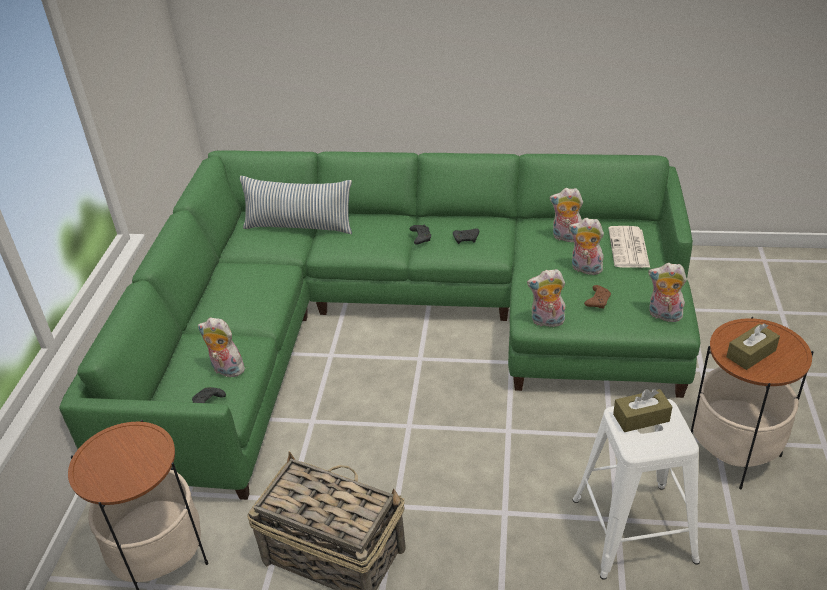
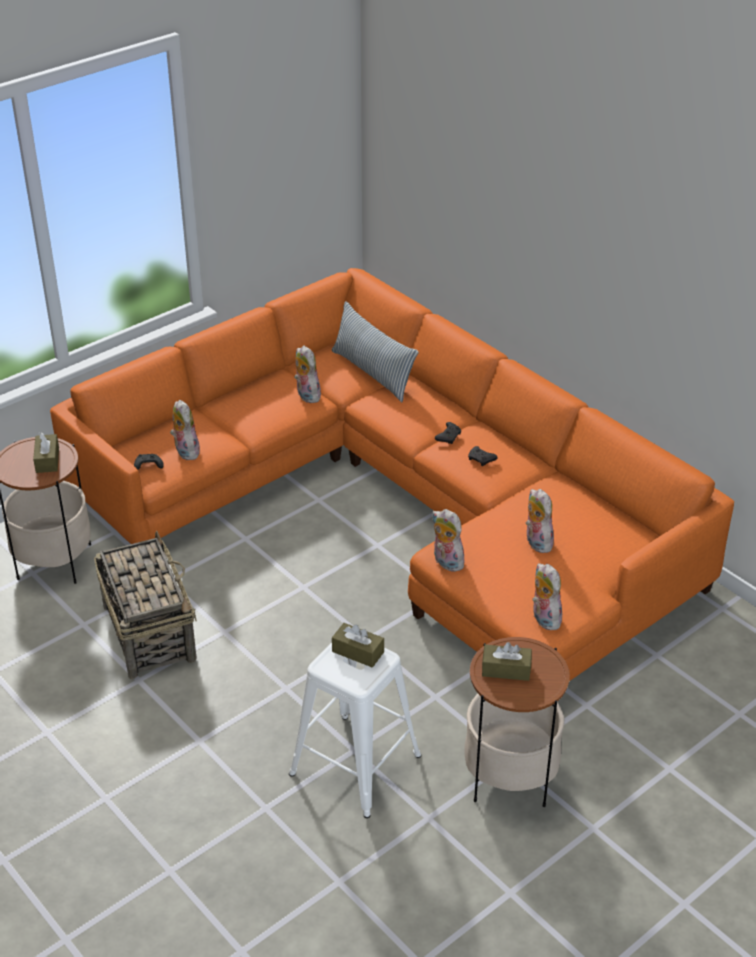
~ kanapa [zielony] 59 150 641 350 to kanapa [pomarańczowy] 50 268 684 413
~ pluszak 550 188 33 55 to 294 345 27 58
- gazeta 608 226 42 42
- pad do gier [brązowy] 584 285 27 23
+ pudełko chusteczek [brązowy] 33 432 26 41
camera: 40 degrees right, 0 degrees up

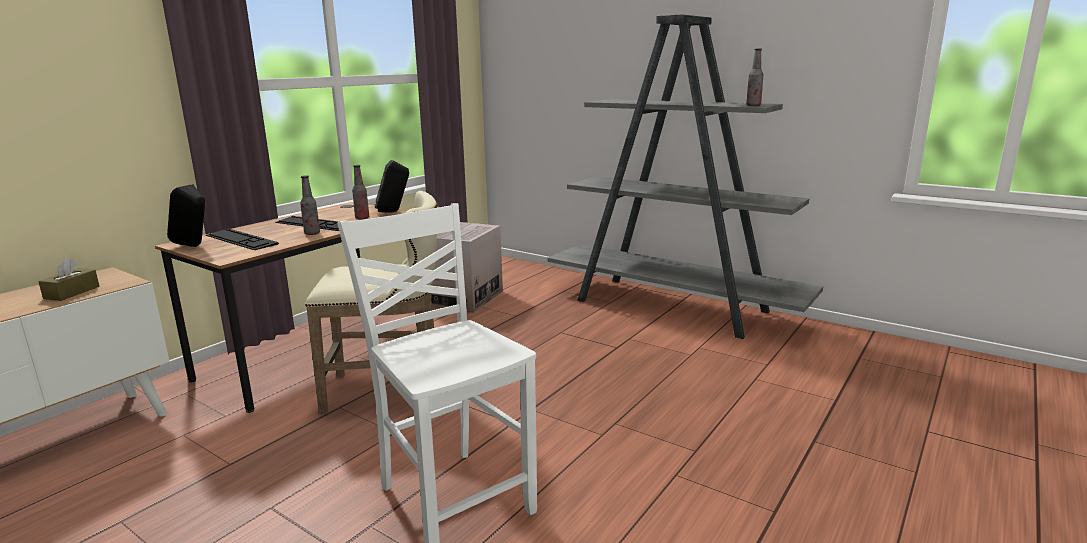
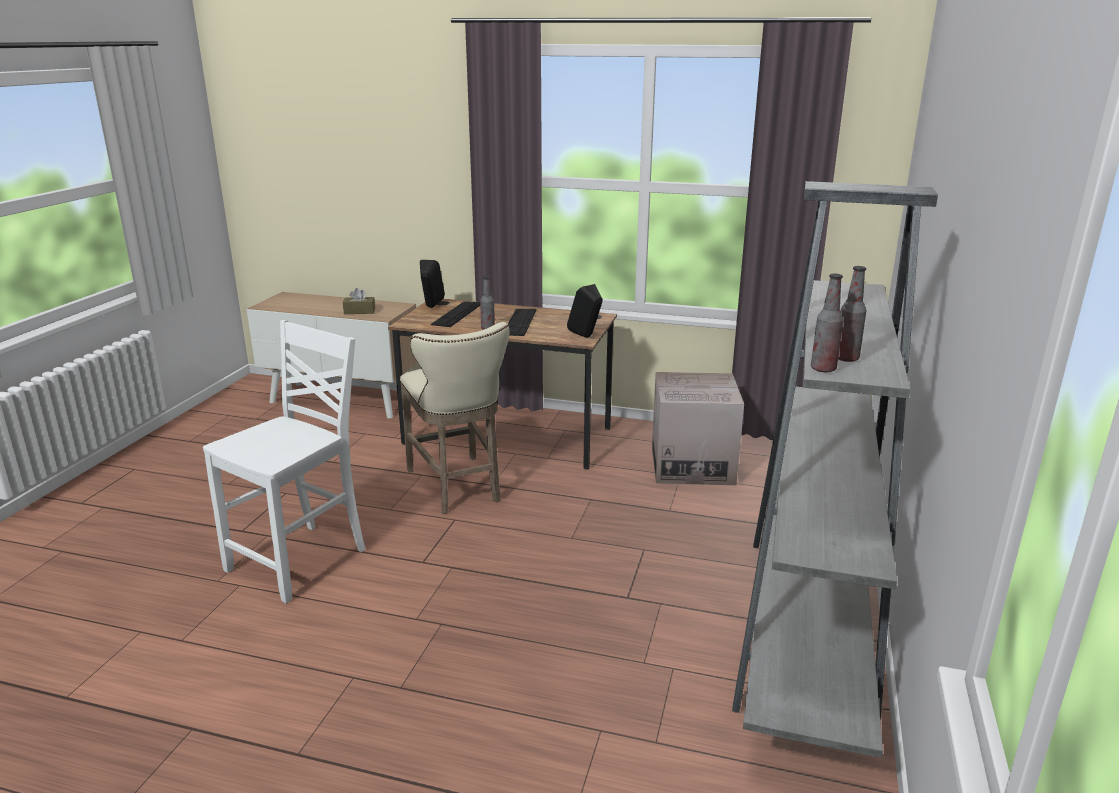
~ butelka 352 165 17 55 to 838 266 29 96
camera: 70 degrees right, 5 degrees up

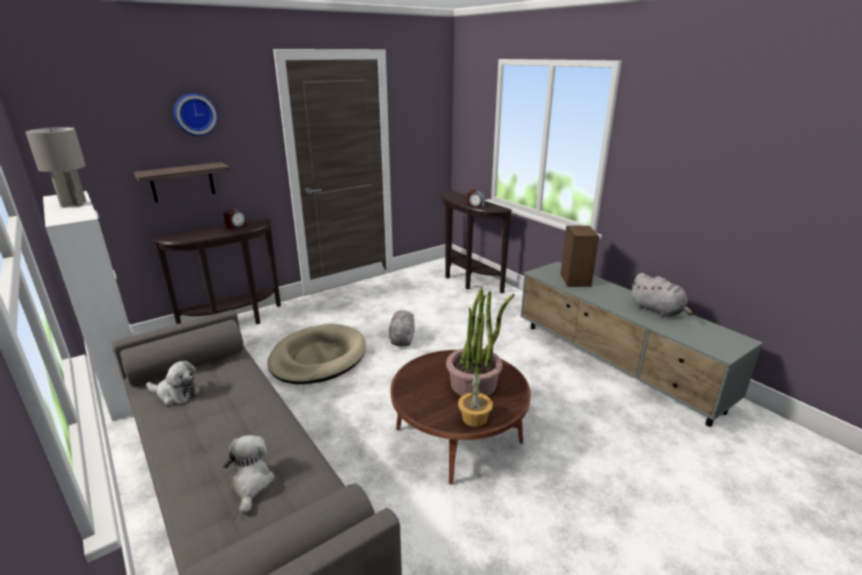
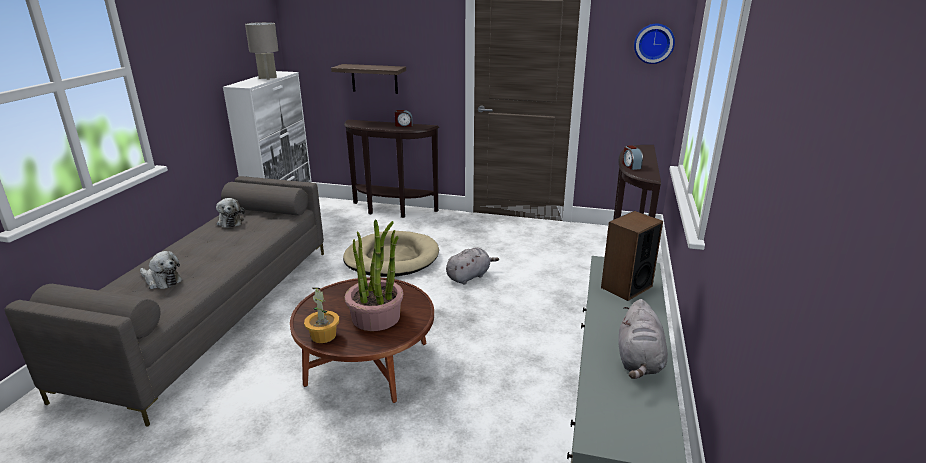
~ zegar ścienny 174 93 44 43 to 634 24 41 40
~ pluszak 223 435 52 79 = 140 251 42 38 75 degrees clockwise
camera: 50 degrees right, 0 degrees up

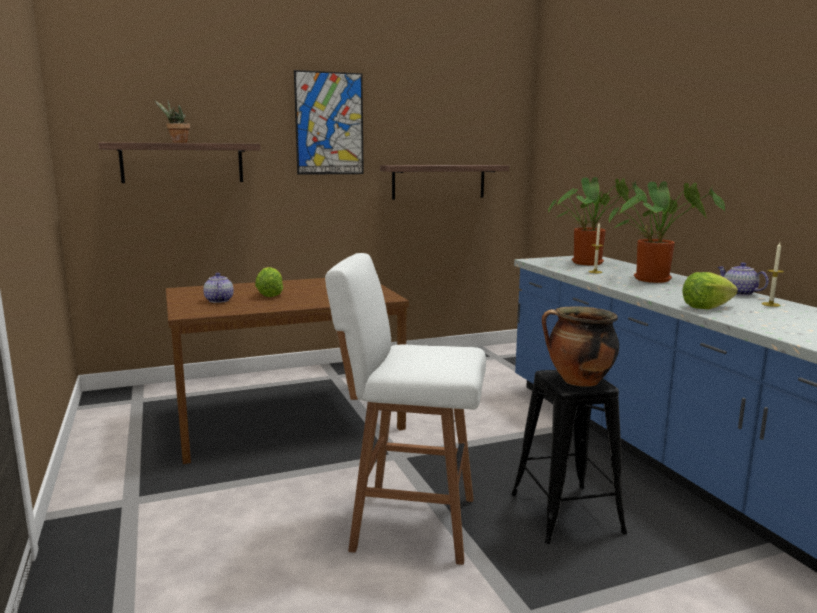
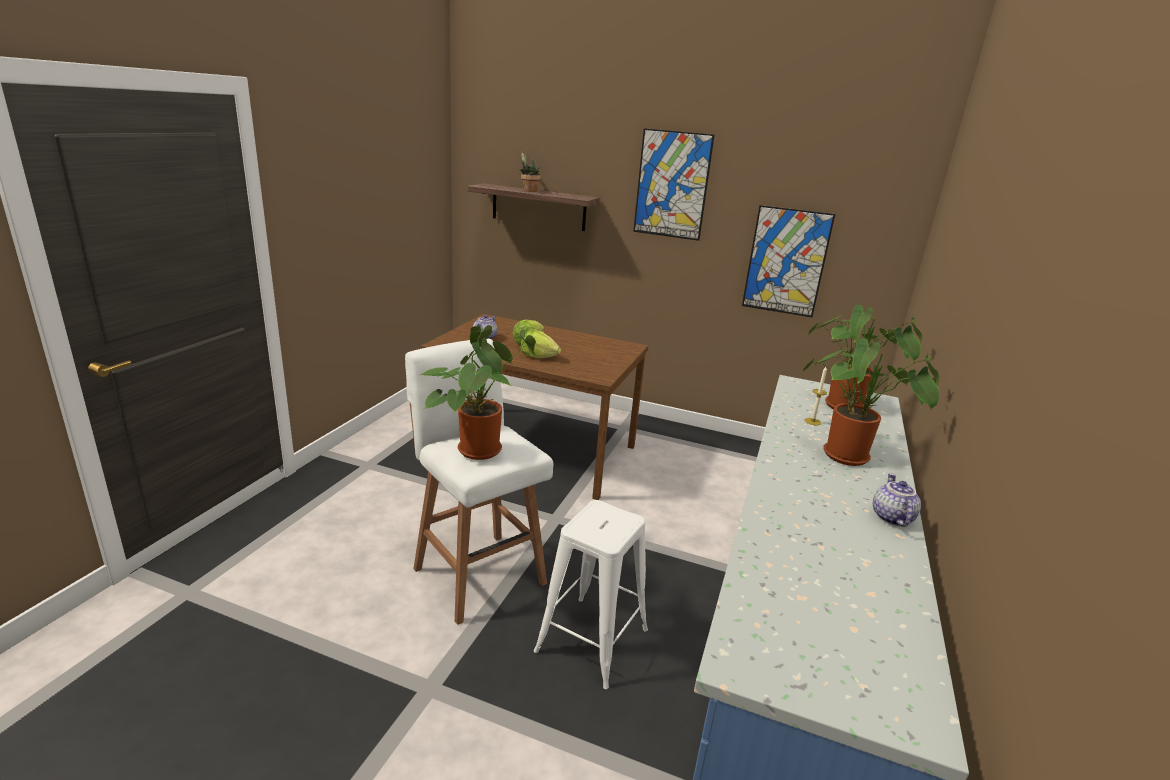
~ półka 380 165 129 35 to obraz 742 205 93 112
- świeca 761 243 23 64
~ sałata 682 272 56 37 to 521 330 40 28
- garnek 542 306 77 81
~ stołek [czarny] 511 370 116 174 to stołek [biały] 534 500 114 189
+ roślina doniczkowa 420 325 116 135
camera: 40 degrees right, 10 degrees up

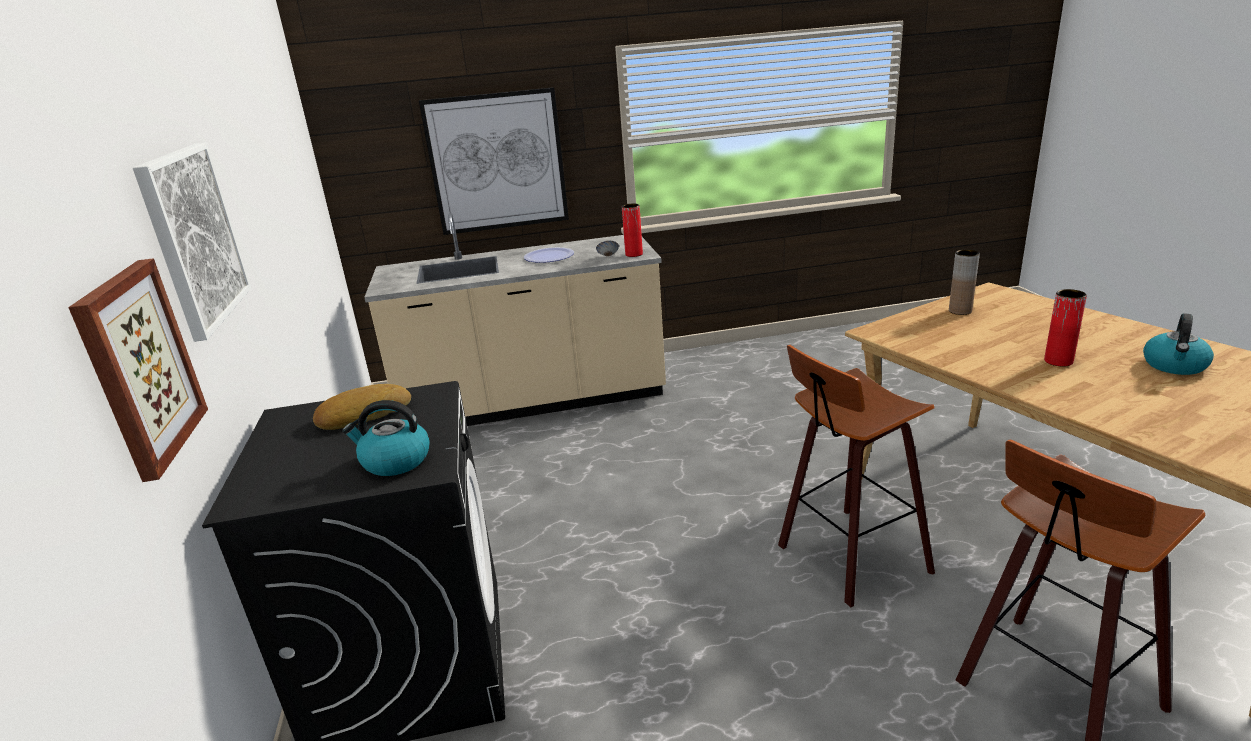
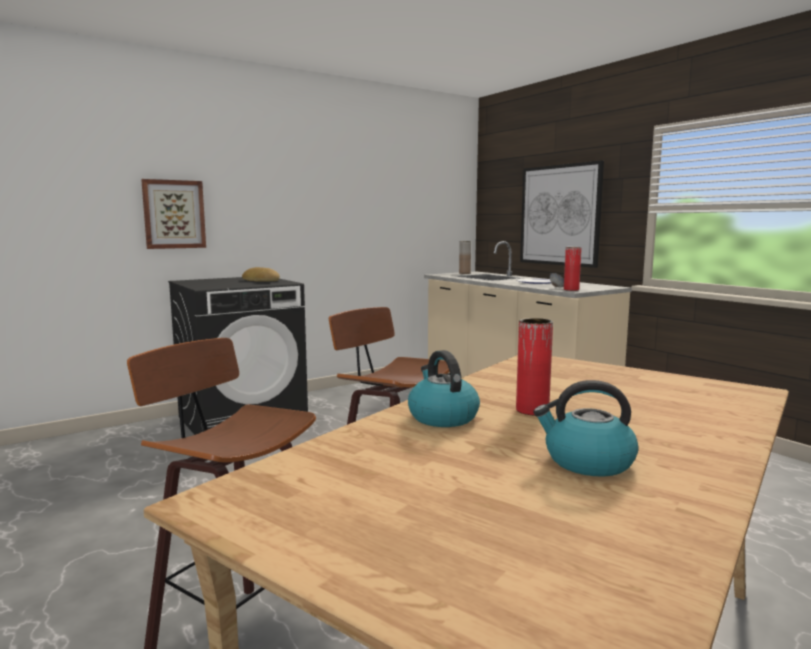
- obraz 133 143 118 199
~ wazon [brązowy] 949 250 31 65 to 459 241 12 33
~ czajnik 342 400 88 76 to 408 350 72 77
camera: 65 degrees right, 15 degrees down

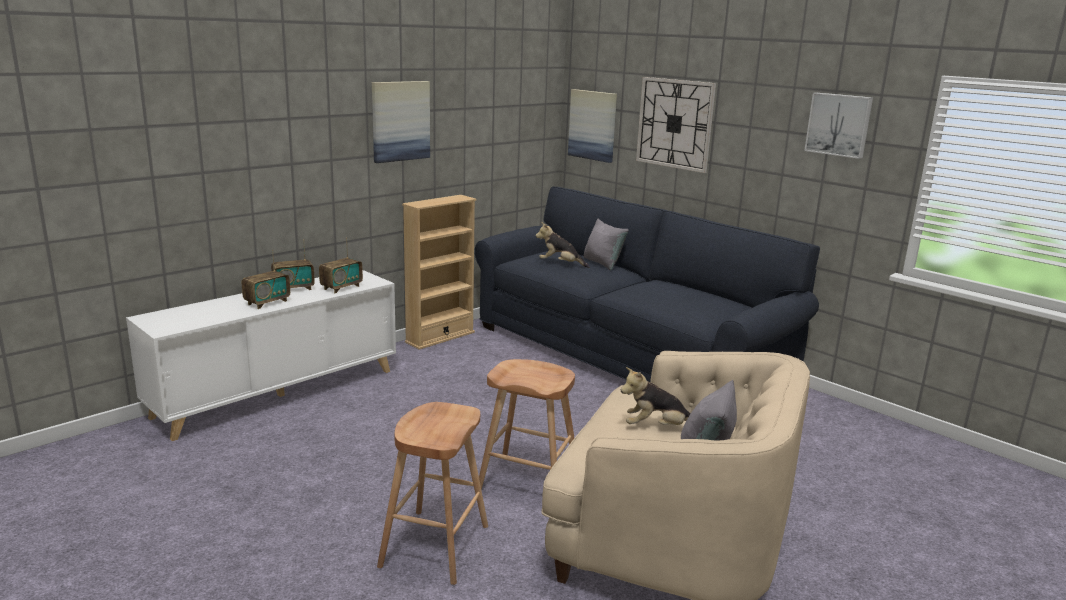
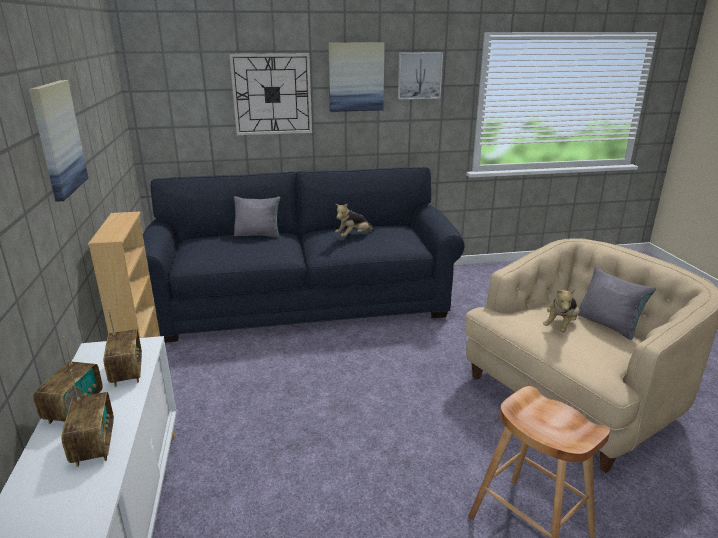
~ obraz 568 89 49 74 to 328 42 57 70
~ pluszak 536 222 53 46 to 335 204 39 33
- stołek [brązowy] 479 359 96 131
camera: 55 degrees left, 5 degrees up

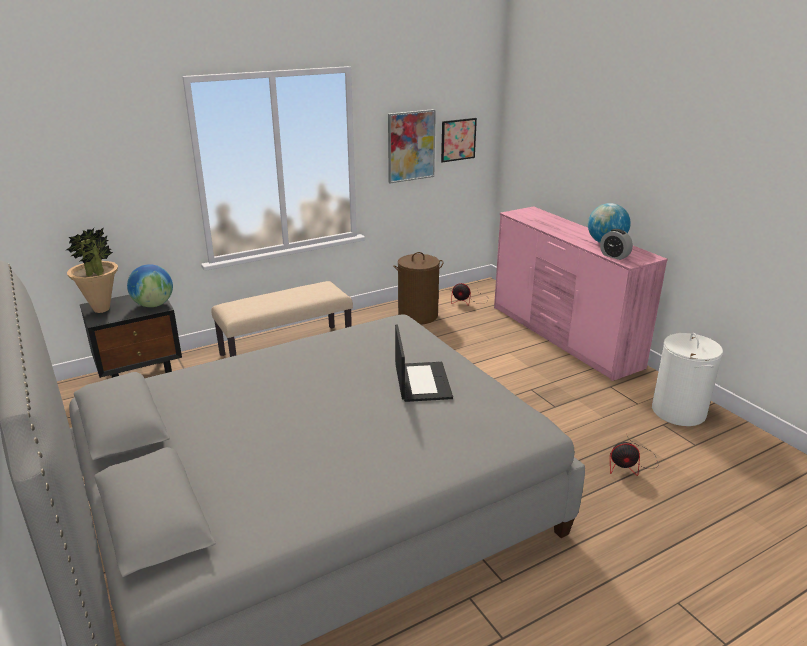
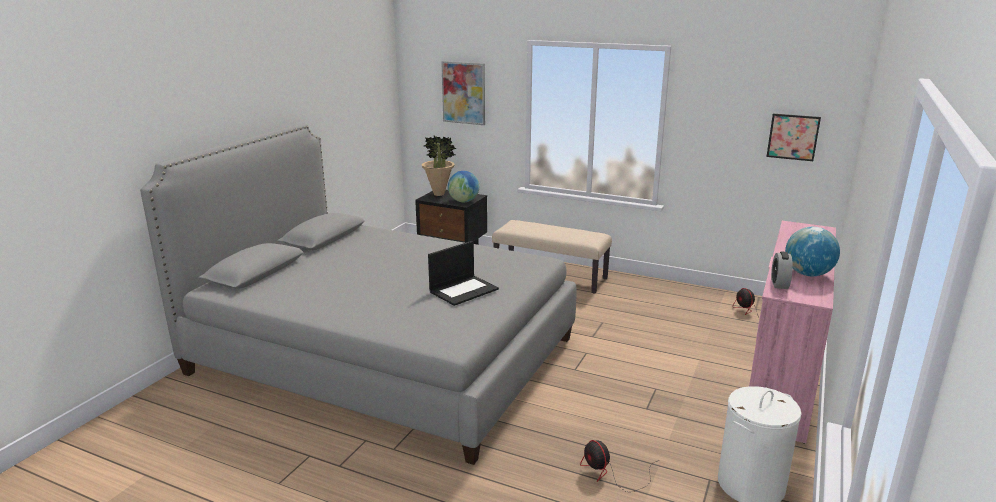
~ obraz 388 109 48 74 to 441 61 44 64
- kosz na pranie [brązowy] 393 252 51 72
camera: 55 degrees right, 5 degrees down

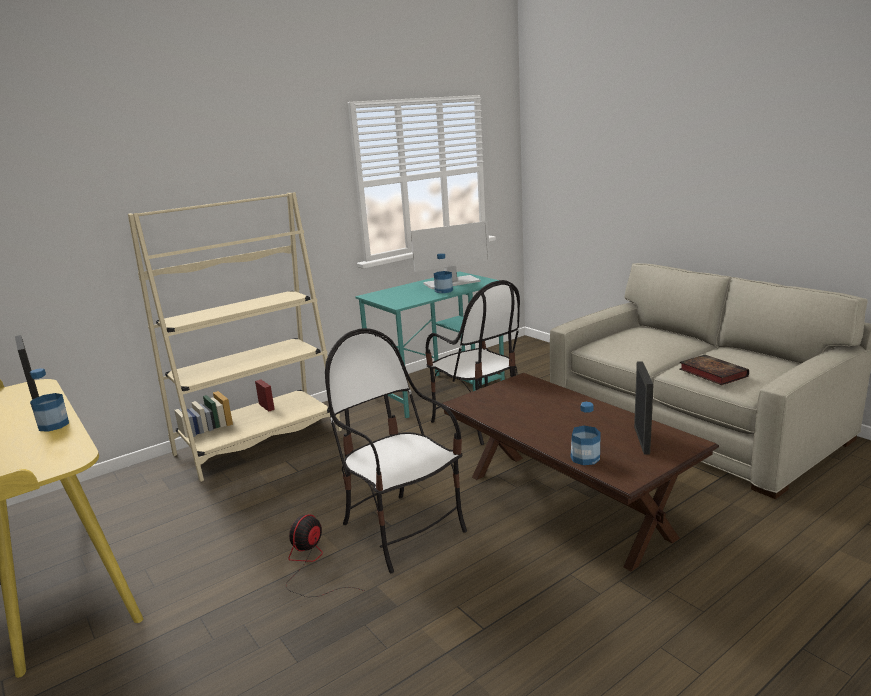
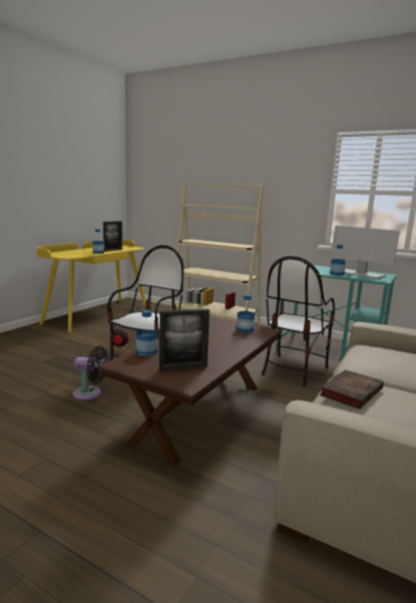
+ butelka 237 294 18 39
+ wentylator [czarny] 73 346 35 54
camera: 65 degrees right, 5 degrees down

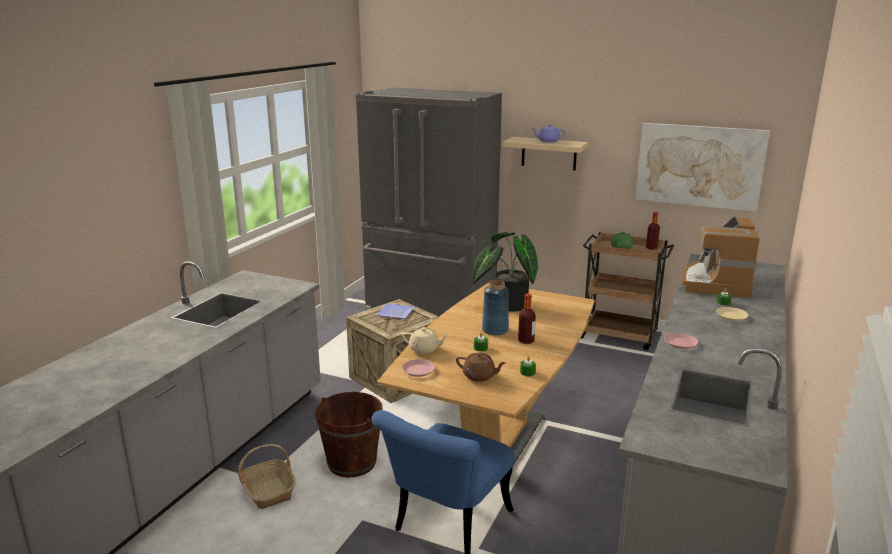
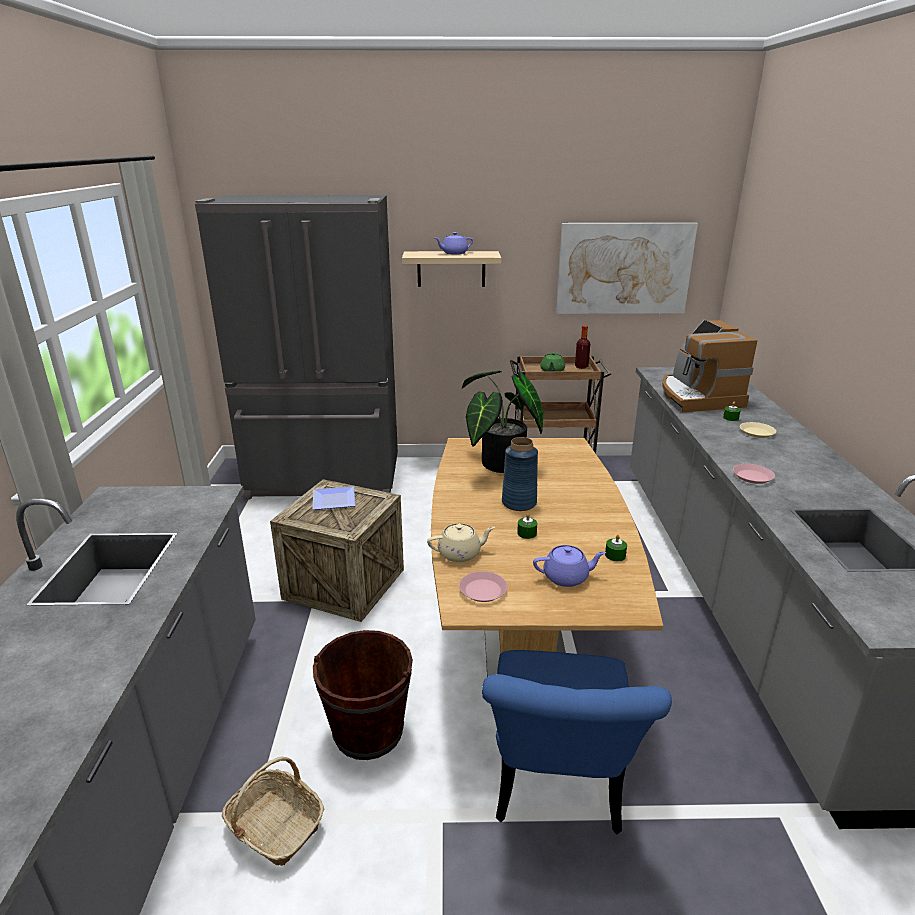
- butelka 518 293 18 51
~ imbryk [brązowy] 456 353 50 29 to imbryk [fioletowy] 533 545 73 42
camera: 25 degrees left, 5 degrees up

